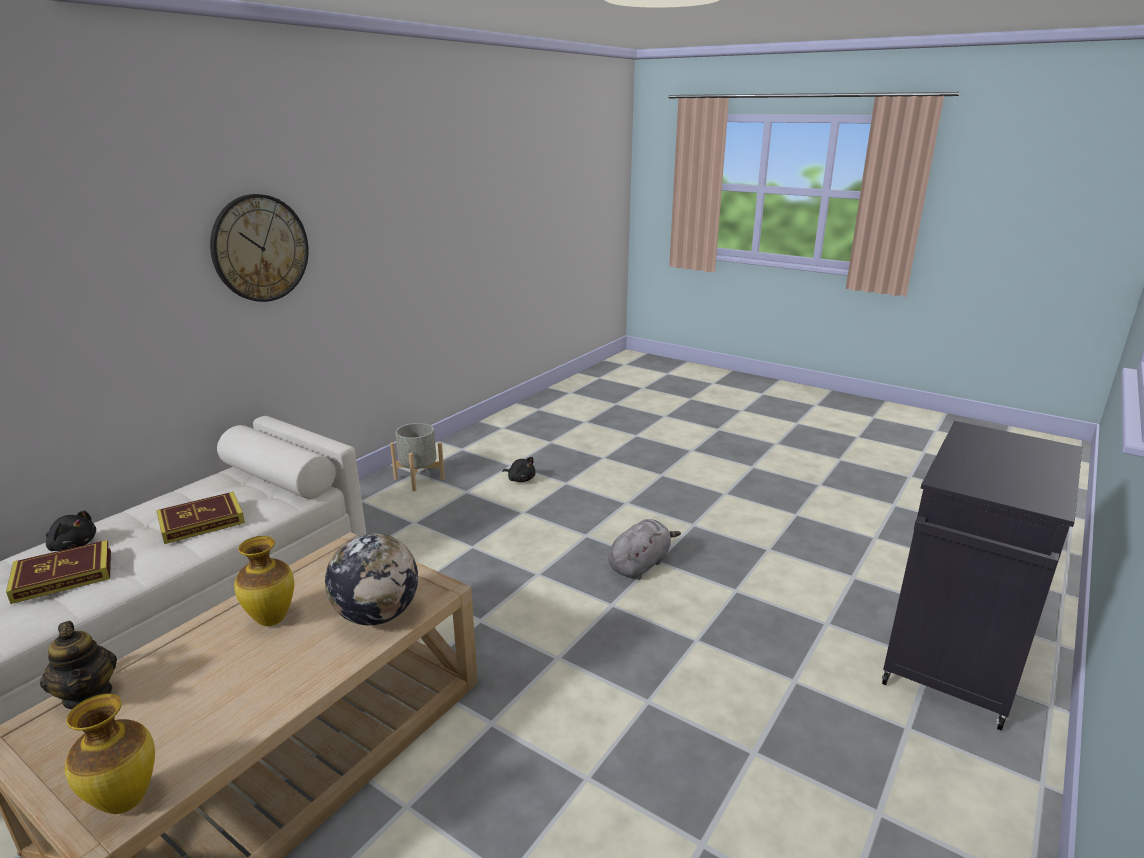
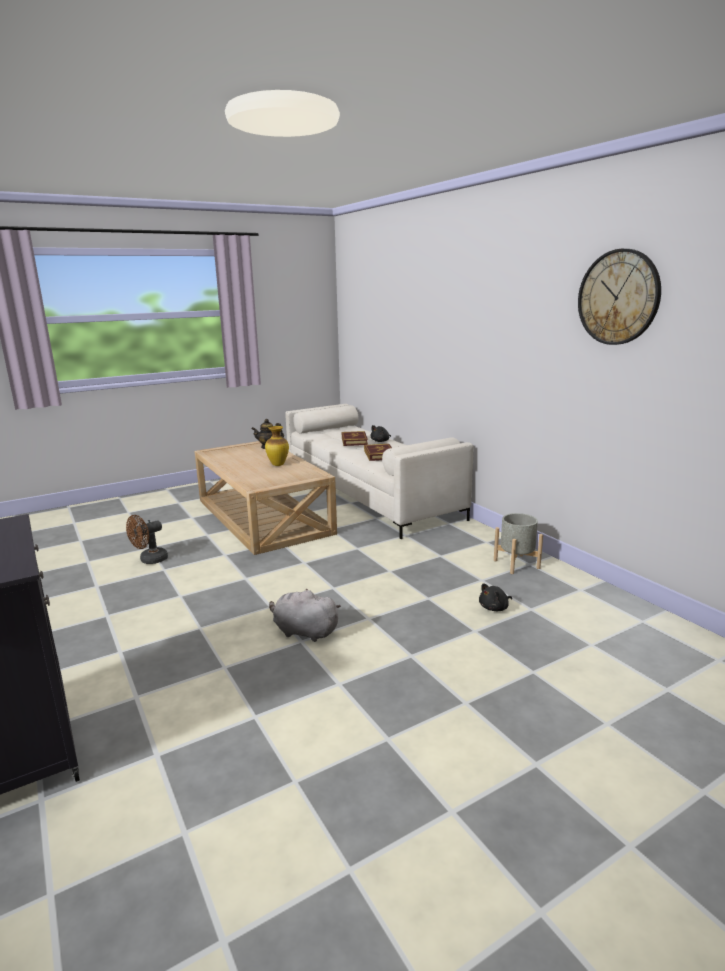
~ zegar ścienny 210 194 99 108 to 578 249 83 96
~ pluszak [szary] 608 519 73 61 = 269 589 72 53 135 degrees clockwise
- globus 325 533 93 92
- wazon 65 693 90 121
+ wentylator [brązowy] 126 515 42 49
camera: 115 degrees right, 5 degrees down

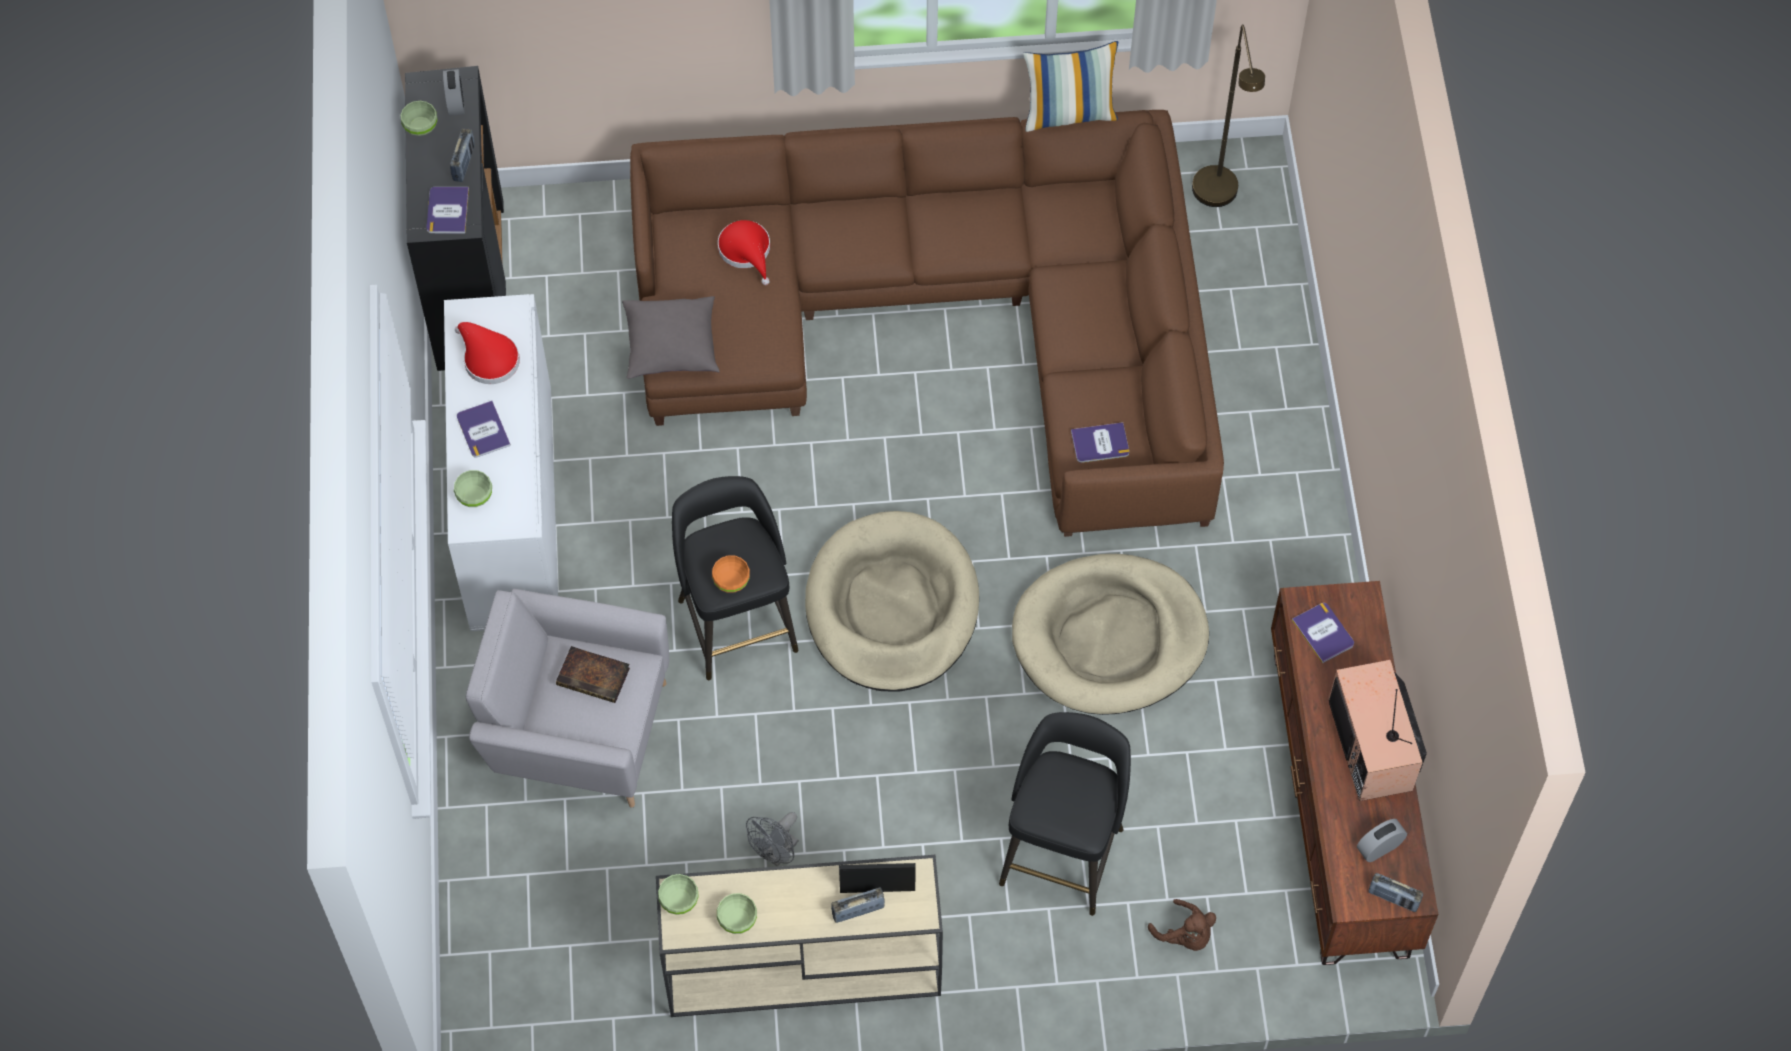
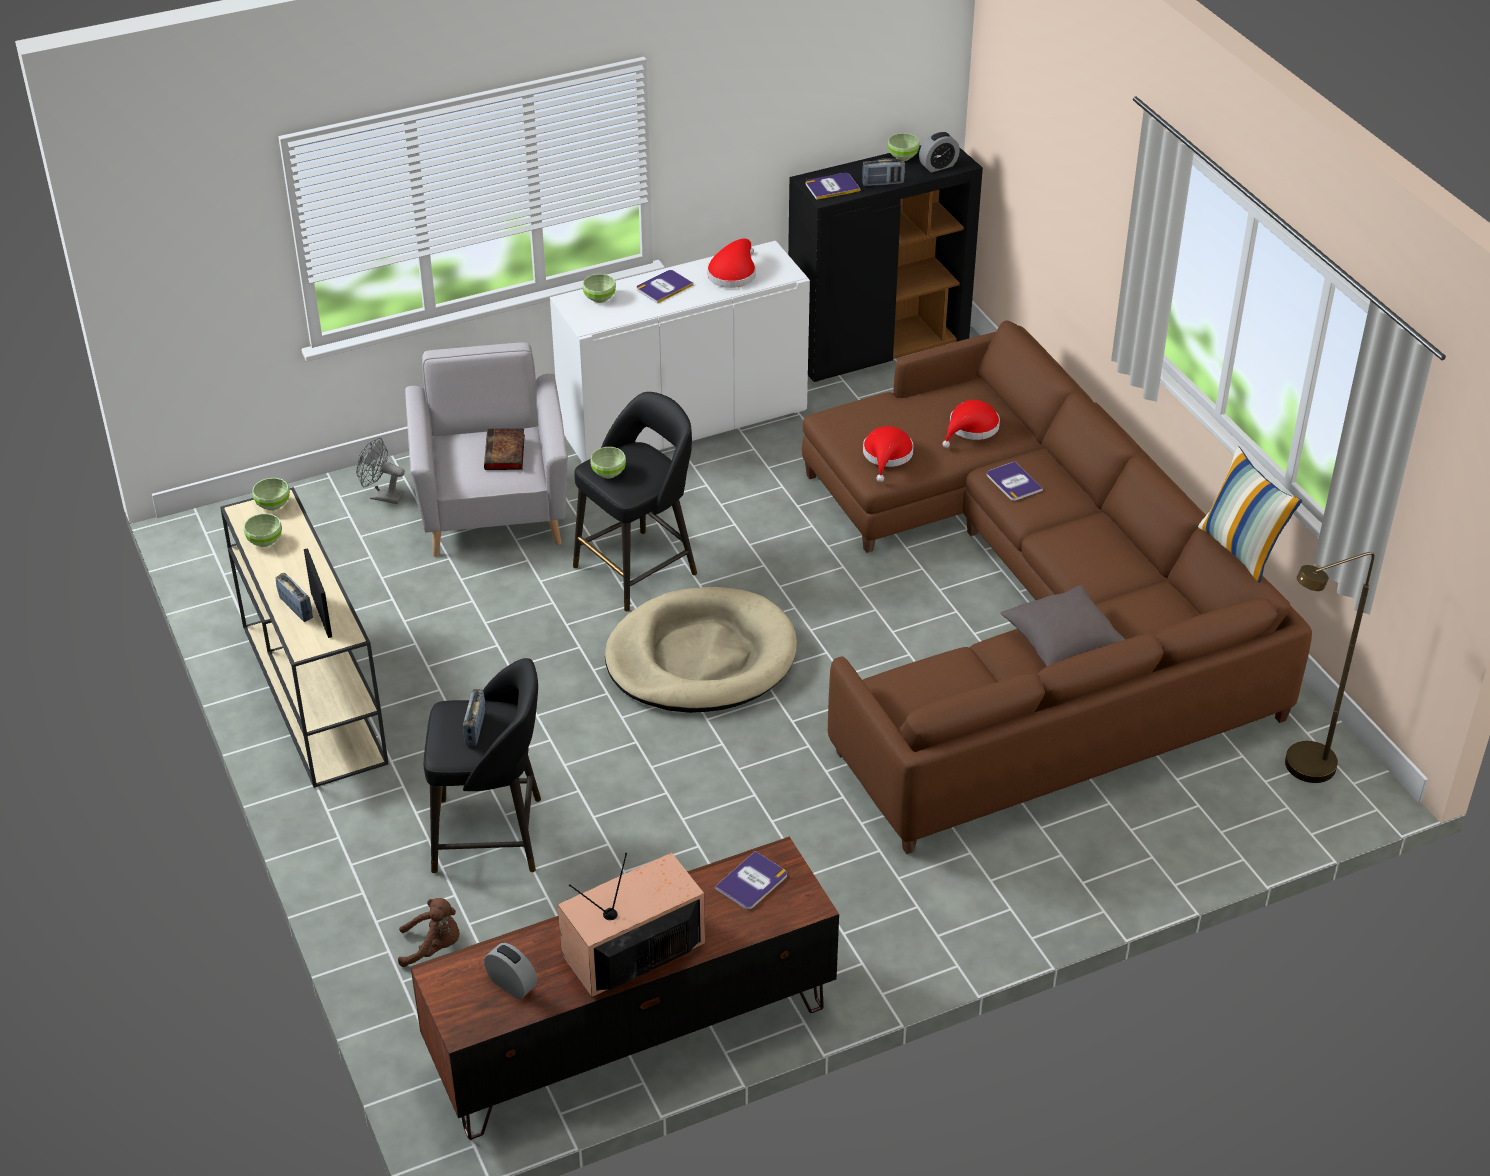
~ poduszka [szary] 622 296 97 83 to 1000 585 126 82
~ książka 1071 422 58 41 to 987 461 56 40
- legowisko [beżowy] 1012 554 197 161
~ miska [pomarańczowy] 712 555 38 38 to miska [zielony] 590 447 36 31
~ wentylator [szary] 746 812 53 55 to 356 438 49 66
~ radio 1368 873 55 39 to 463 689 22 57
~ pluszak [brązowy] 1148 899 68 52 = 398 898 61 69 120 degrees counterclockwise
+ kapelusz [czerwony] 863 426 51 56
camera: 70 degrees right, 20 degrees down

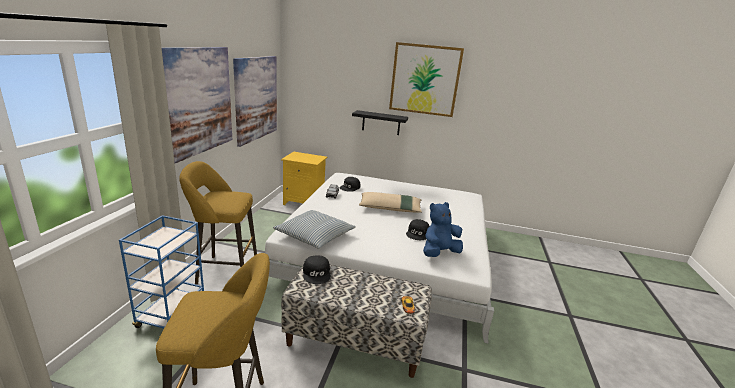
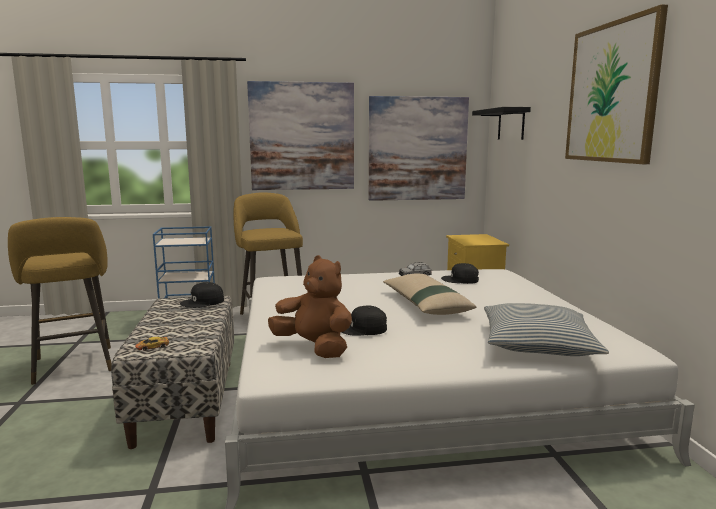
~ półka [czarny] 352 110 56 25 to 472 107 59 33
~ pluszak [niebieski] 423 202 40 55 to pluszak [brązowy] 268 255 84 103
~ poduszka 273 210 83 39 to 484 303 125 53
camera: 70 degrees right, 10 degrees down

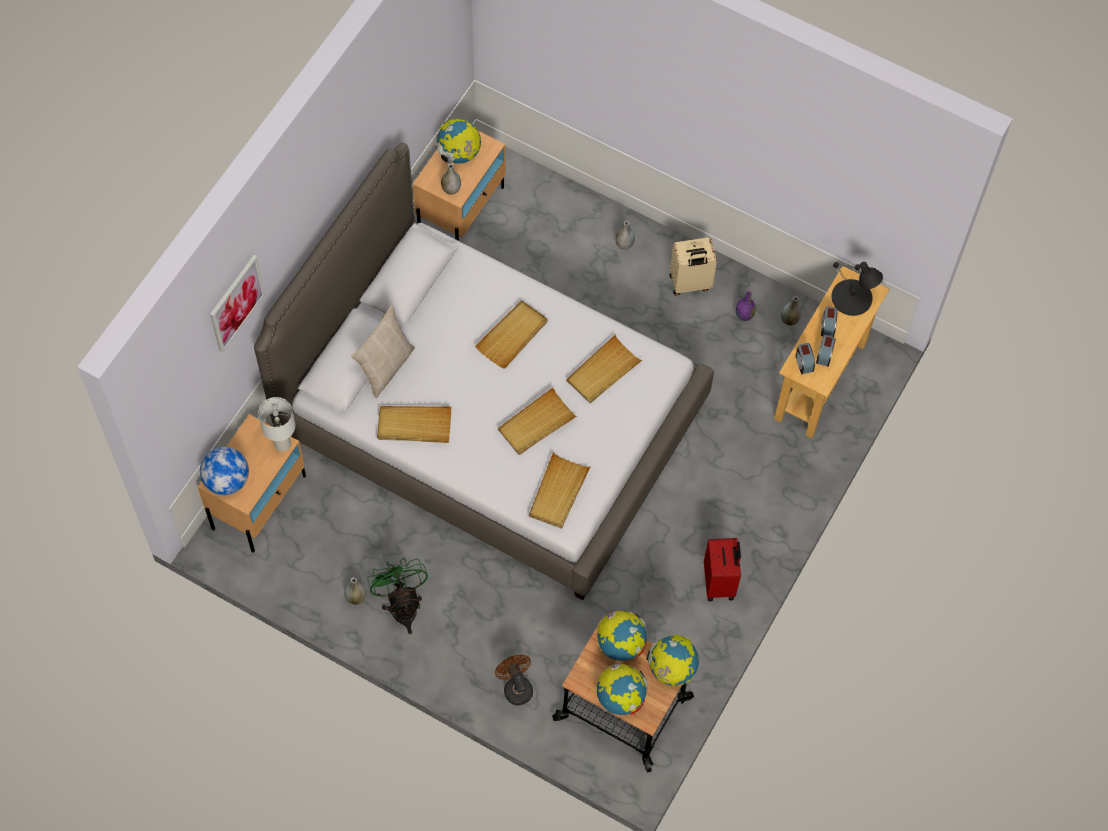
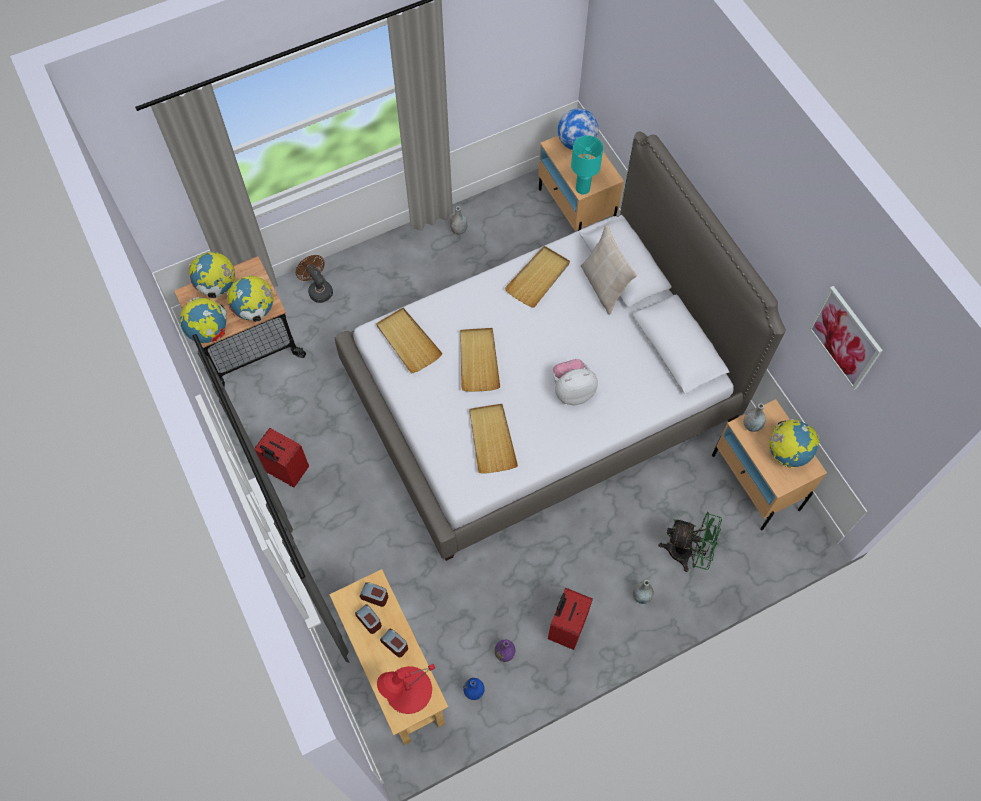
~ walizka [beżowy] 669 237 48 59 to walizka [czerwony] 548 588 45 62
~ obraz 210 255 55 97 to 808 286 75 104
~ lampa stołowa [czarny] 832 262 51 54 to lampa stołowa [czerwony] 377 664 58 50
~ wazon [szary] 781 296 20 30 to wazon [niebieski] 463 678 22 22
~ taca [beżowy] 475 300 73 69 to pluszak 553 359 45 46
~ lampa stołowa [biały] 258 397 37 55 to lampa stołowa [turkusowy] 571 135 32 59
~ wentylator [zielony] 367 558 61 76 to 659 512 63 60
~ wentylator [brązowy] 495 655 38 50 = 296 255 37 48 135 degrees counterclockwise
camera: 125 degrees right, 0 degrees up

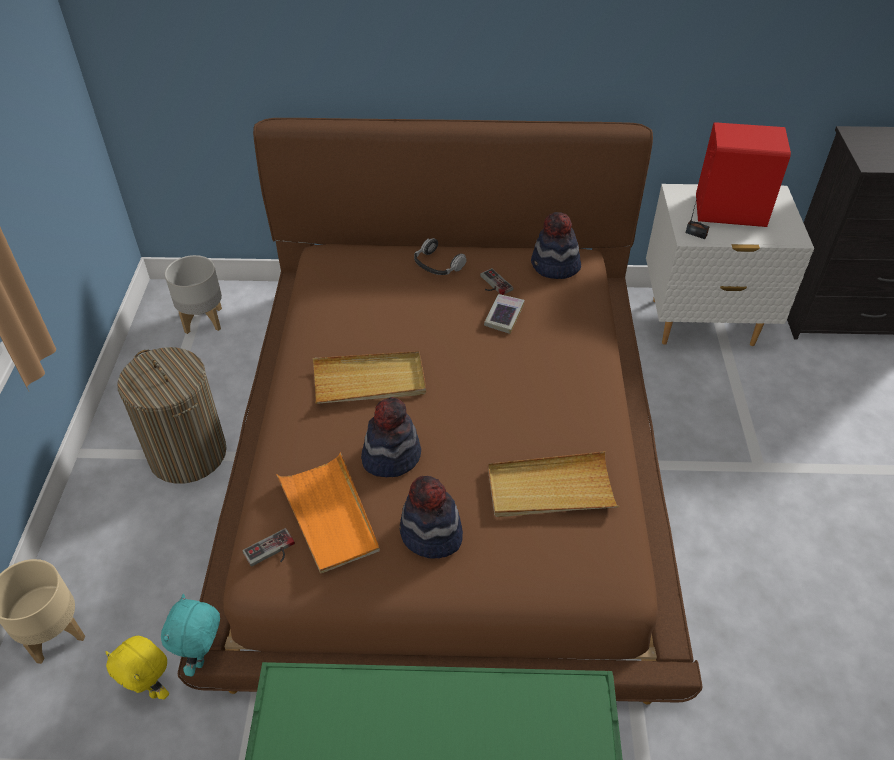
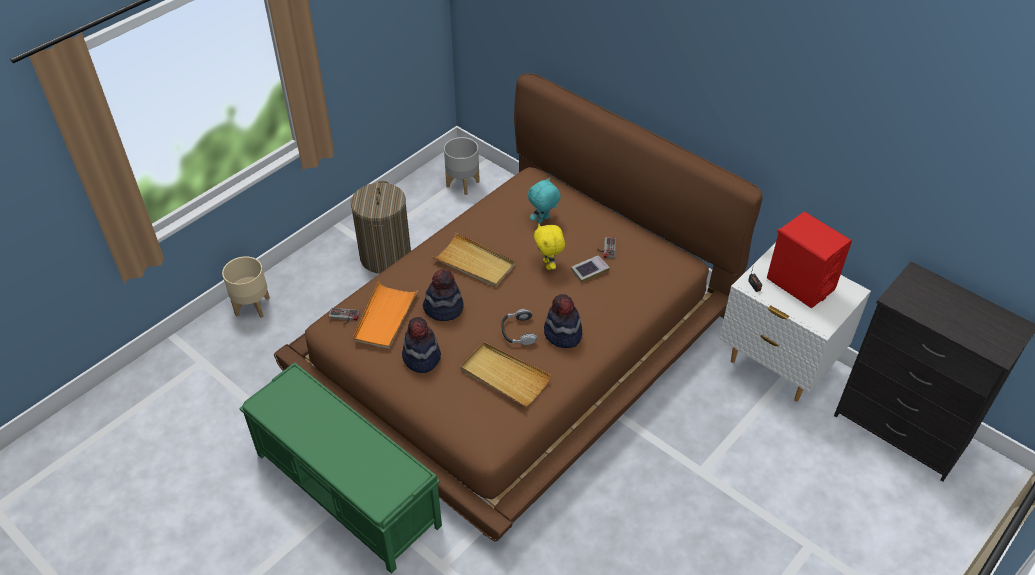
~ kapelusz 531 212 50 67 to 544 294 38 54
~ słuchawki 414 238 53 37 to 502 309 35 36
~ pluszak [turkusowy] 161 594 59 83 to 528 177 33 47
~ pluszak [żółty] 106 636 63 63 to 534 224 31 46
camera: 40 degrees right, 0 degrees up

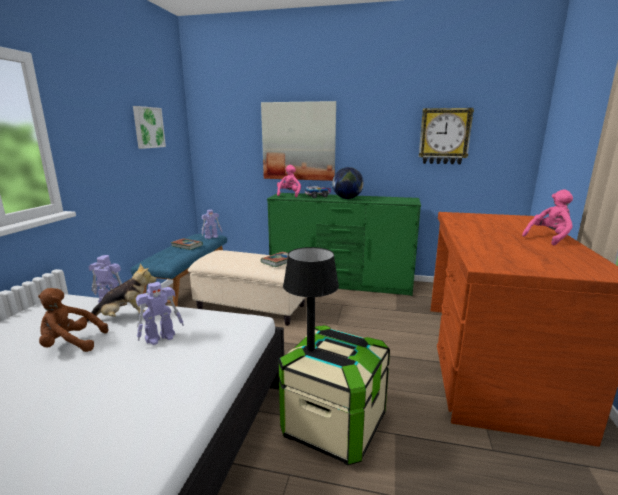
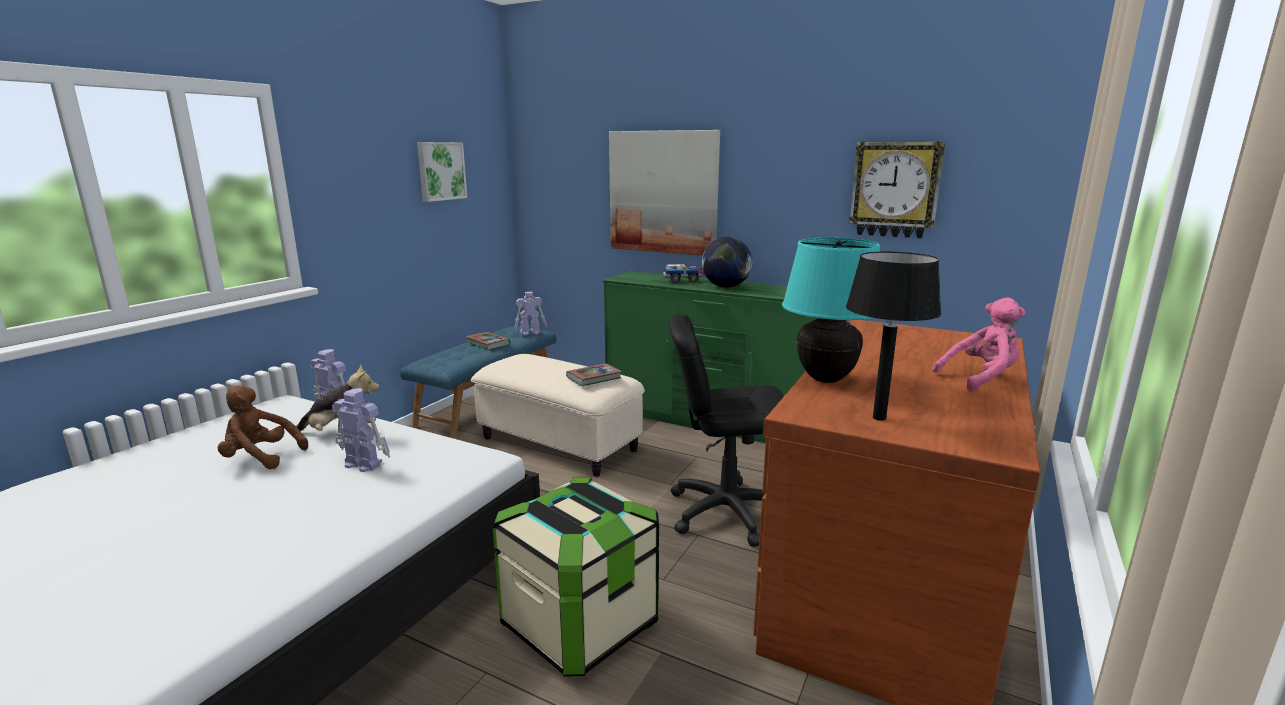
- pluszak [różowy] 277 165 24 32
~ lampa stołowa [czarny] 283 247 56 105 to 846 252 95 169
~ robot zabawkowy 136 282 48 63 = 332 388 58 84 135 degrees counterclockwise
+ lampa stołowa [turkusowy] 782 238 98 145
+ krzesło biurowe [czarny] 668 314 116 233
camera: 15 degrees right, 0 degrees up

